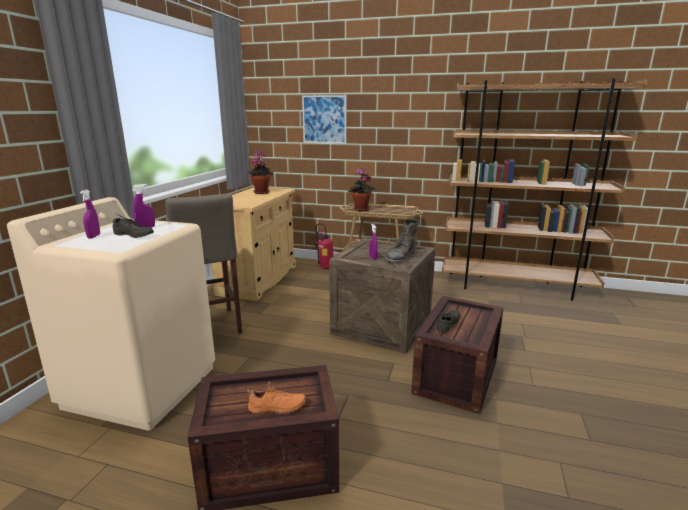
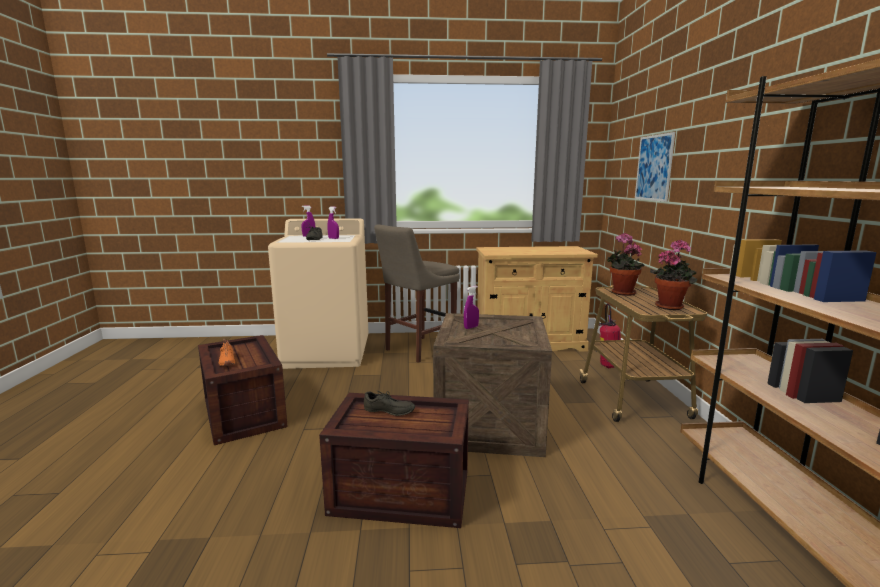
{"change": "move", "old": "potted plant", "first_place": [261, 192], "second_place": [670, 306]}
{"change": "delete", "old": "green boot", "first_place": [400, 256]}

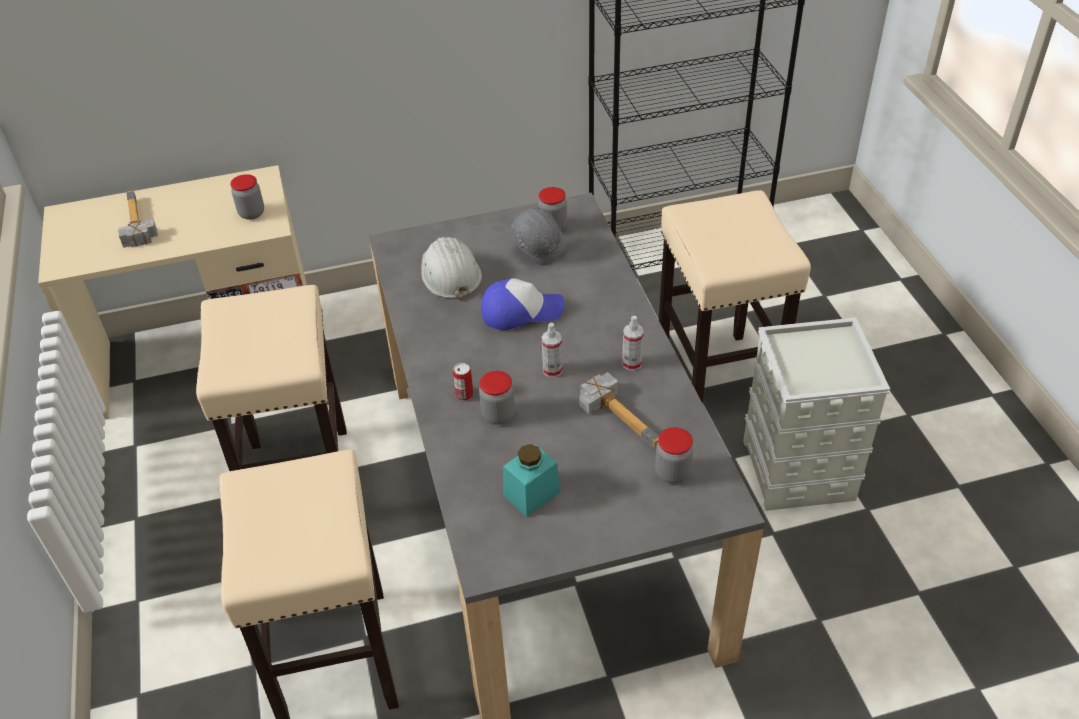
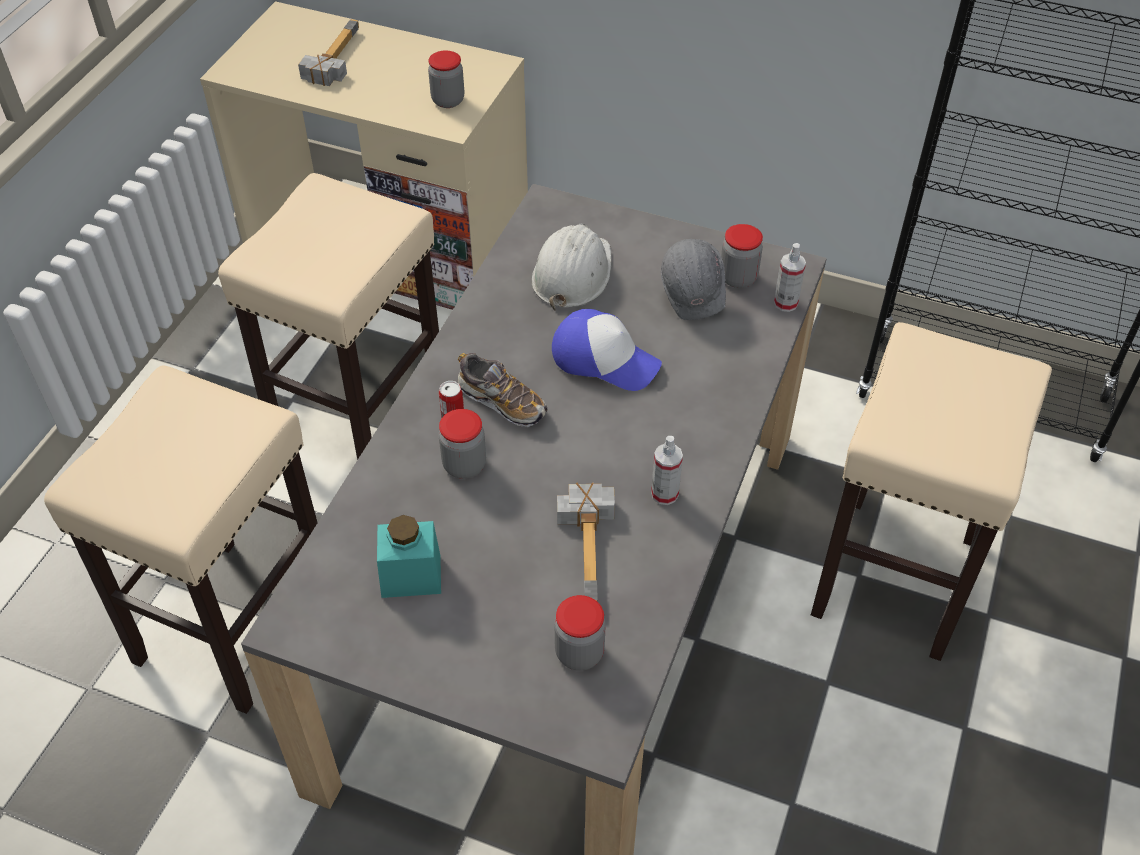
{"change": "delete", "old": "grey storage box", "first_place": [799, 471]}
{"change": "move", "old": "spray bottle", "first_place": [552, 370], "second_place": [785, 303]}
{"change": "insert", "new": "shoe", "second_place": [502, 402]}

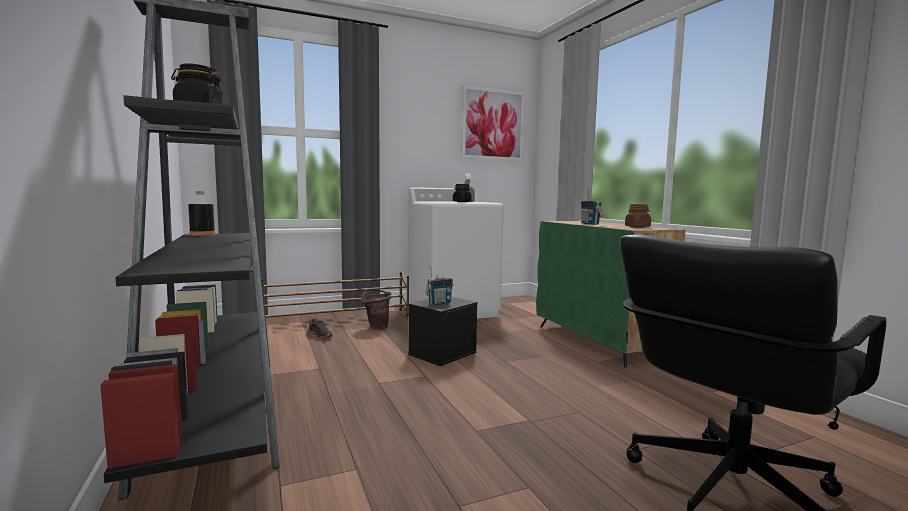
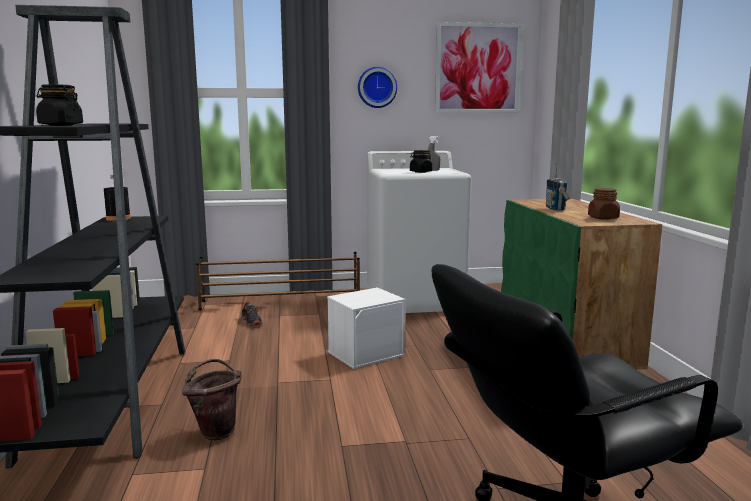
{"change": "delete", "old": "radio", "first_place": [439, 303]}
{"change": "move", "old": "brown bucket", "first_place": [376, 327], "second_place": [216, 431]}
{"change": "recolor", "old": "black storage box", "new": "white storage box", "first_place": [442, 353], "second_place": [366, 353]}
{"change": "insert", "new": "wall clock", "second_place": [377, 87]}

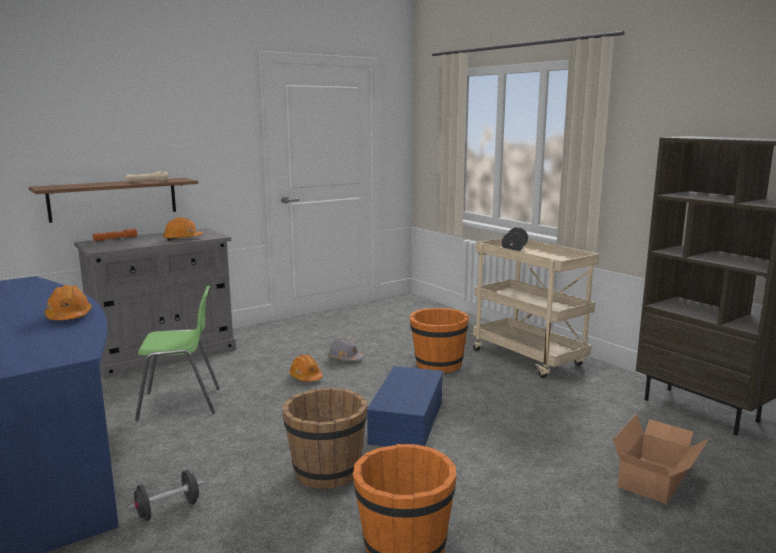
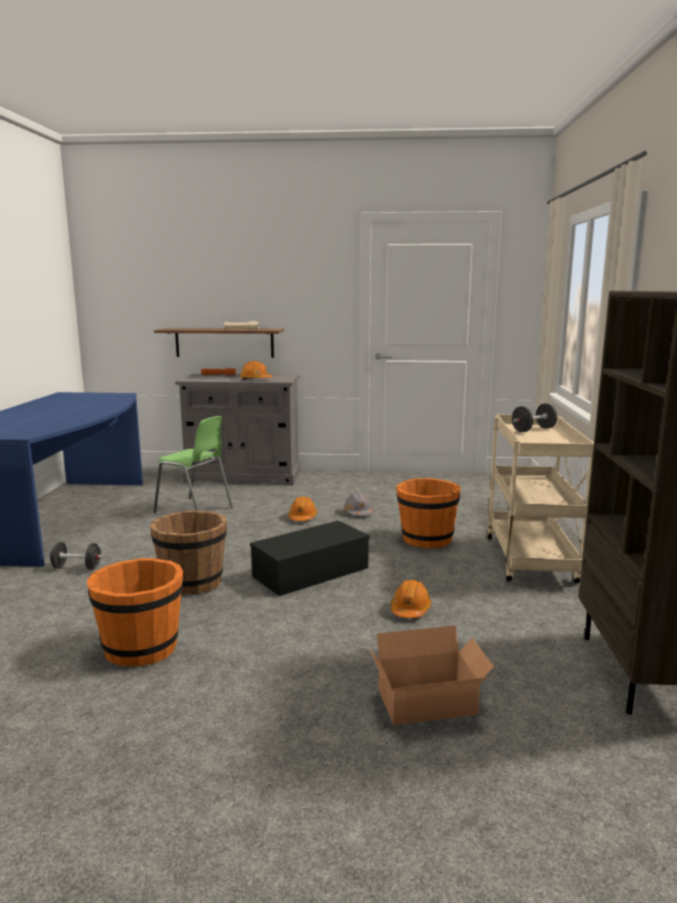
{"change": "move", "old": "orange hard hat", "first_place": [69, 316], "second_place": [410, 609]}
{"change": "recolor", "old": "blue storage box", "new": "black storage box", "first_place": [406, 420], "second_place": [311, 571]}

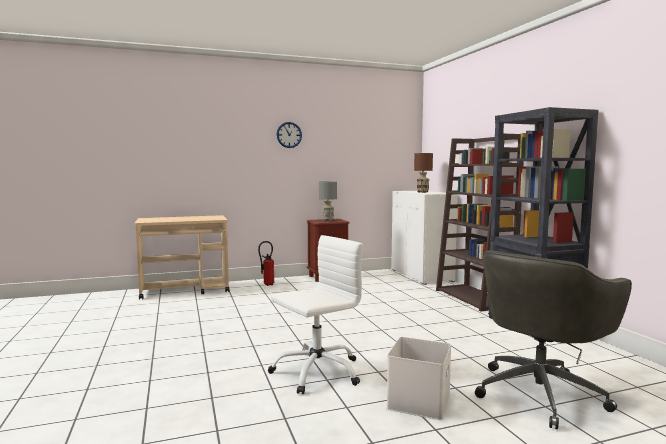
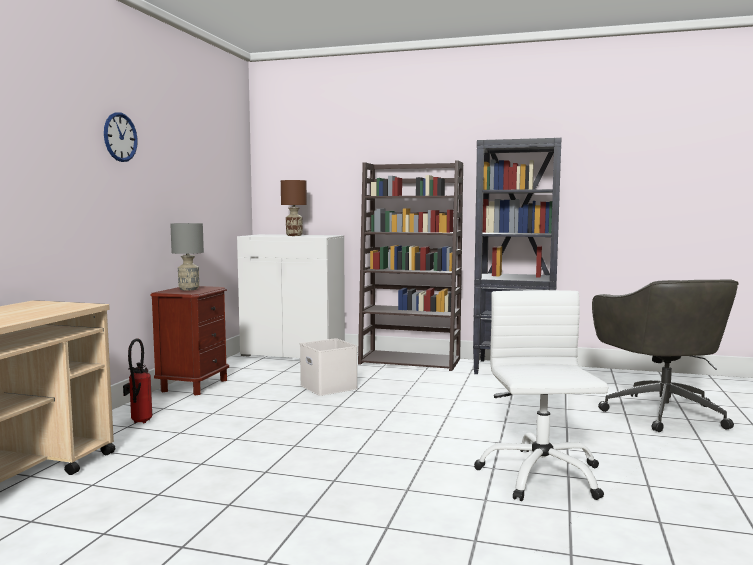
{"change": "move", "old": "white storage box", "first_place": [418, 400], "second_place": [327, 387]}

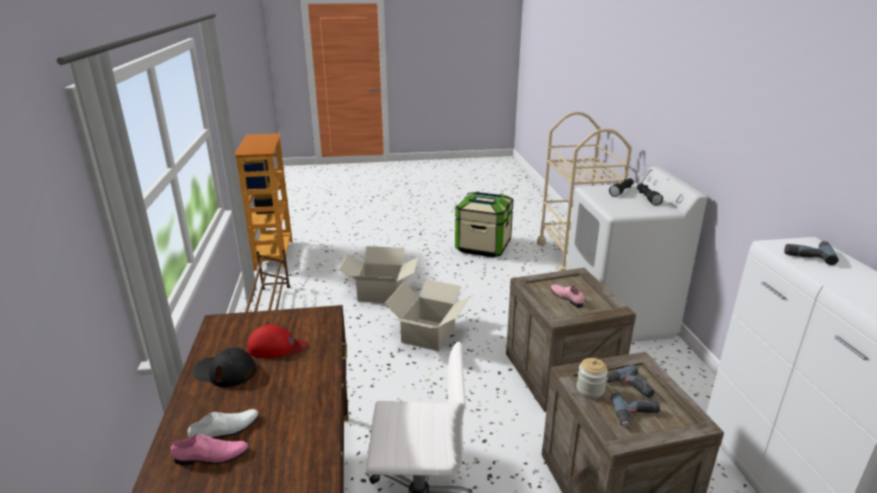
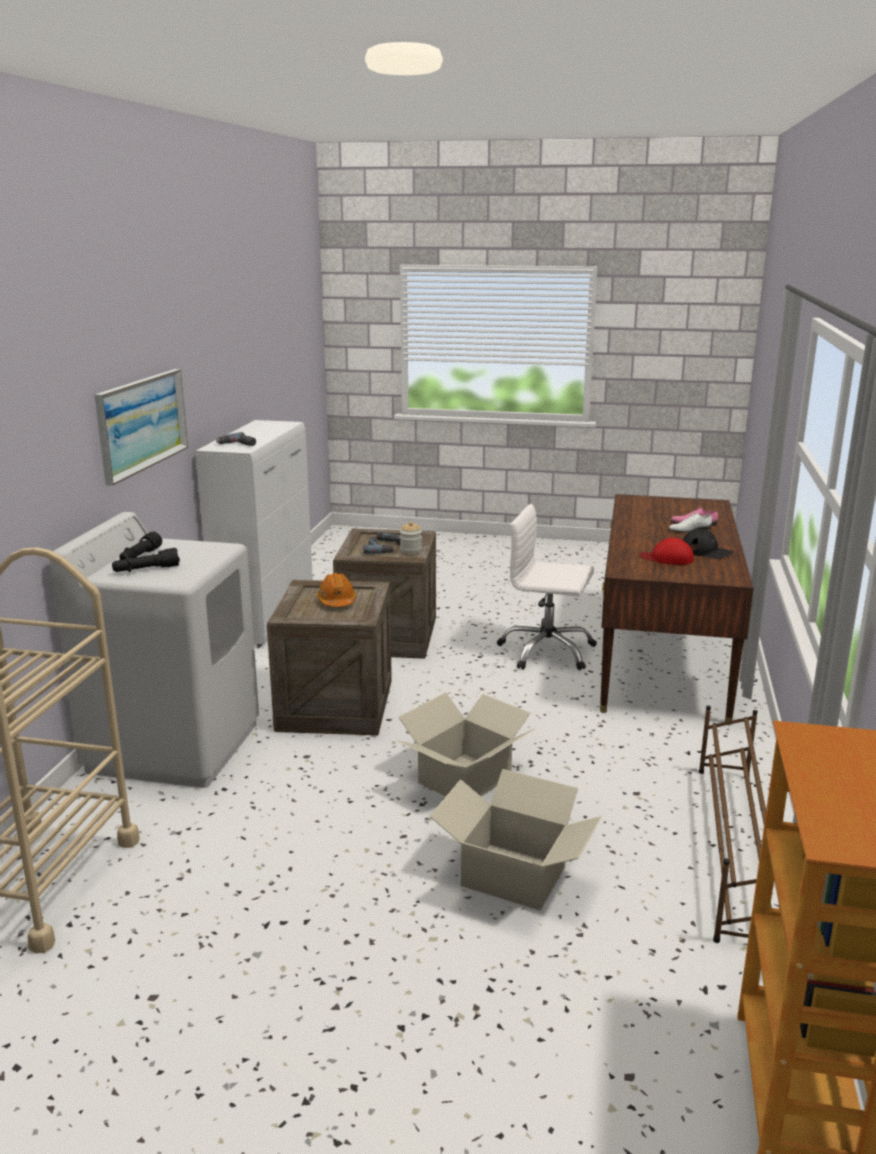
{"change": "delete", "old": "storage box", "first_place": [483, 246]}
{"change": "replace", "old": "pink shoe", "new": "orange hard hat", "first_place": [567, 297], "second_place": [336, 601]}
{"change": "insert", "new": "picture", "second_place": [142, 423]}

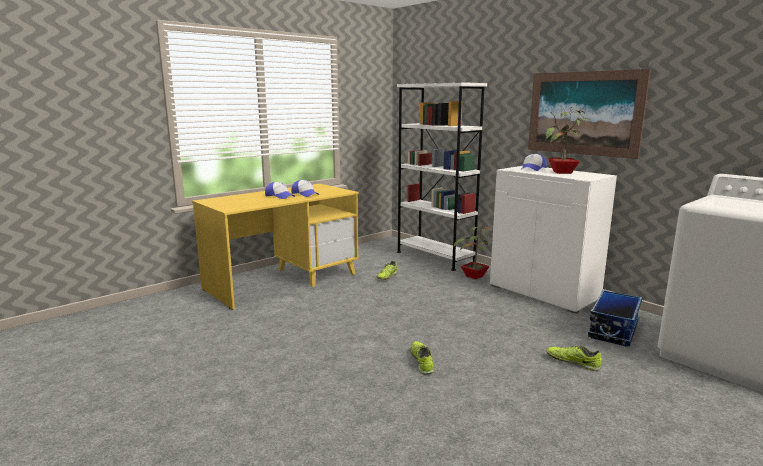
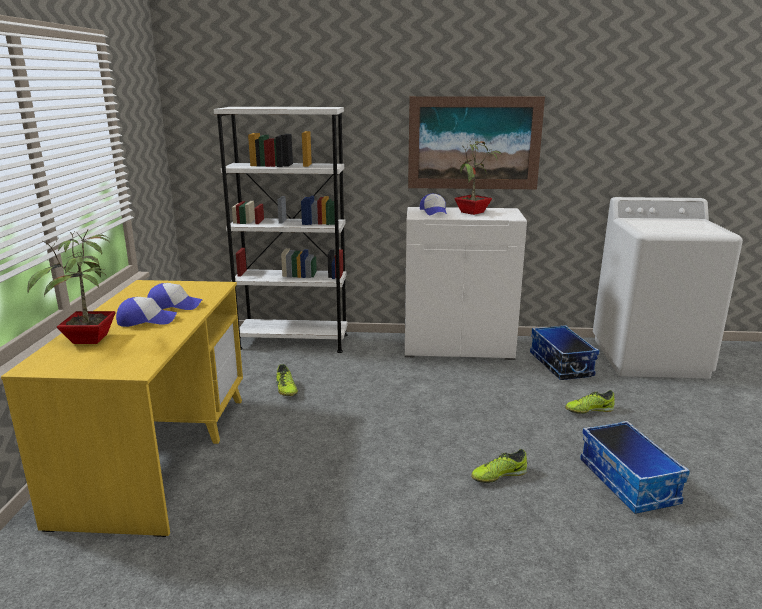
{"change": "move", "old": "potted plant", "first_place": [473, 277], "second_place": [89, 340]}
{"change": "rotate", "old": "shoe", "first_place": [422, 361], "second_place": [498, 475], "degrees": -60}
{"change": "insert", "new": "storage box", "second_place": [629, 482]}

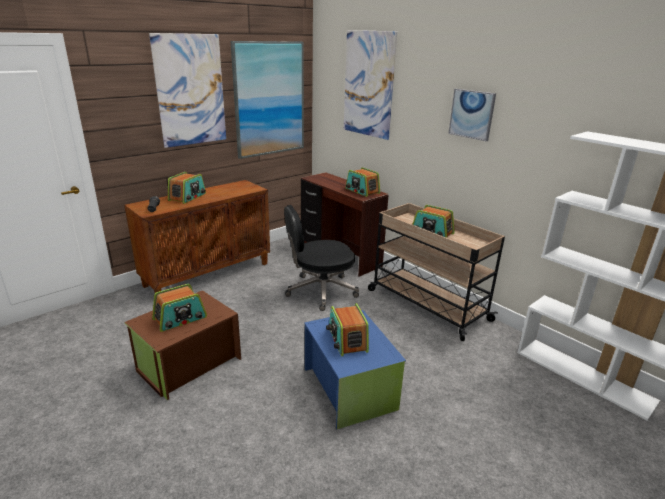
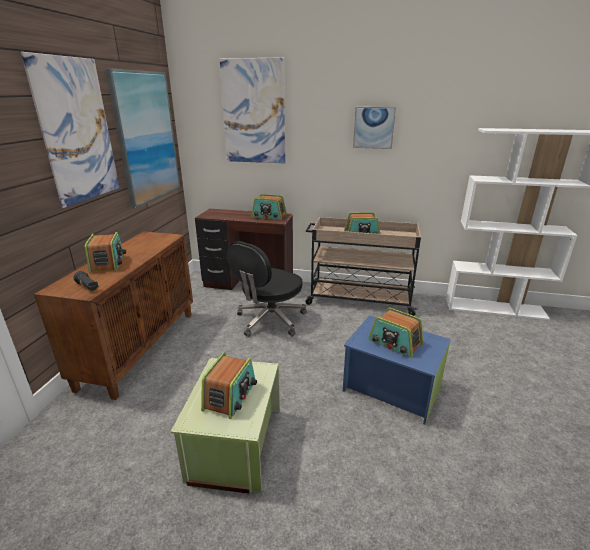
{"change": "recolor", "old": "brown storage box", "new": "green storage box", "first_place": [188, 363], "second_place": [234, 444]}

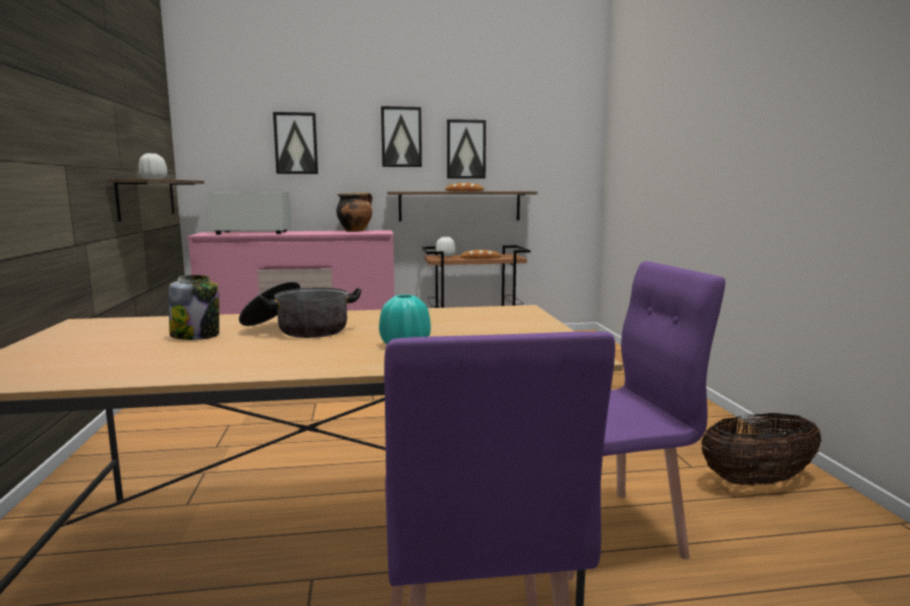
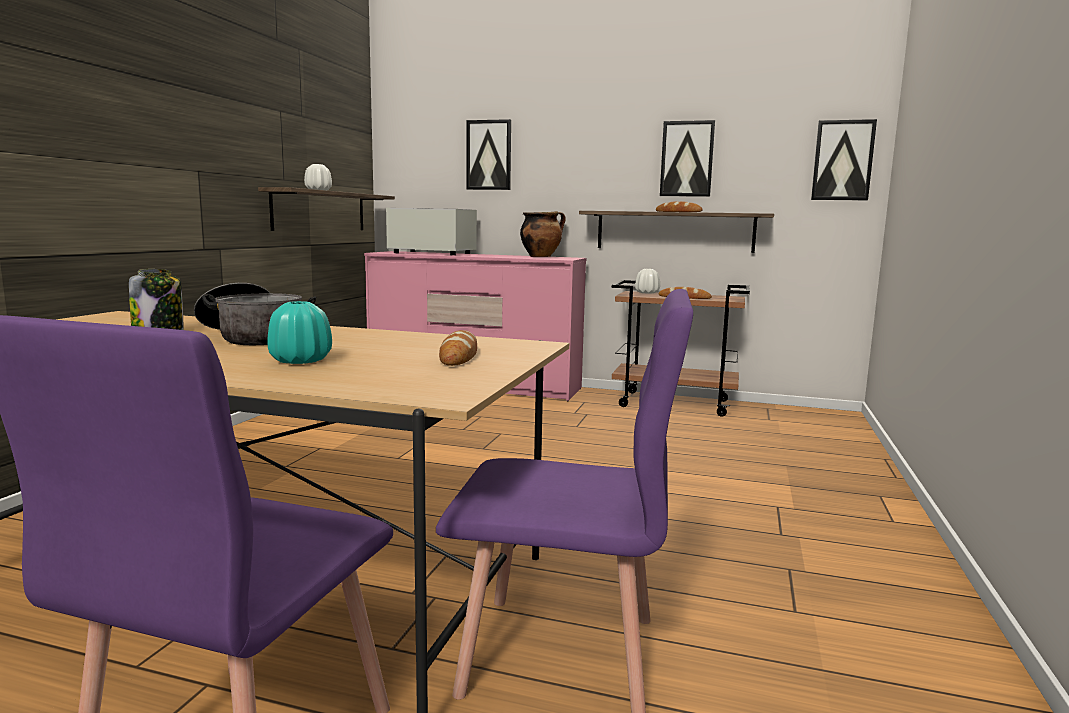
{"change": "move", "old": "picture", "first_place": [401, 137], "second_place": [842, 160]}
{"change": "delete", "old": "basket", "first_place": [757, 481]}
{"change": "insert", "new": "bread", "second_place": [458, 355]}

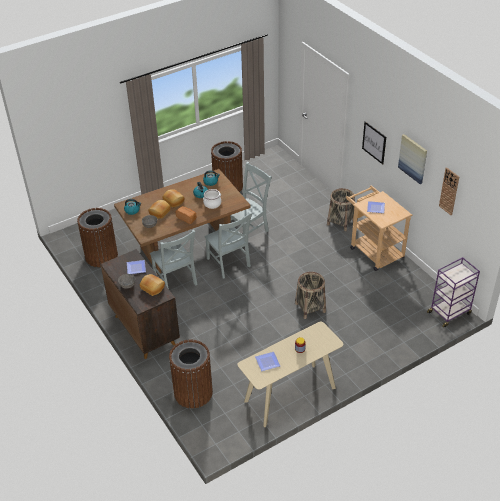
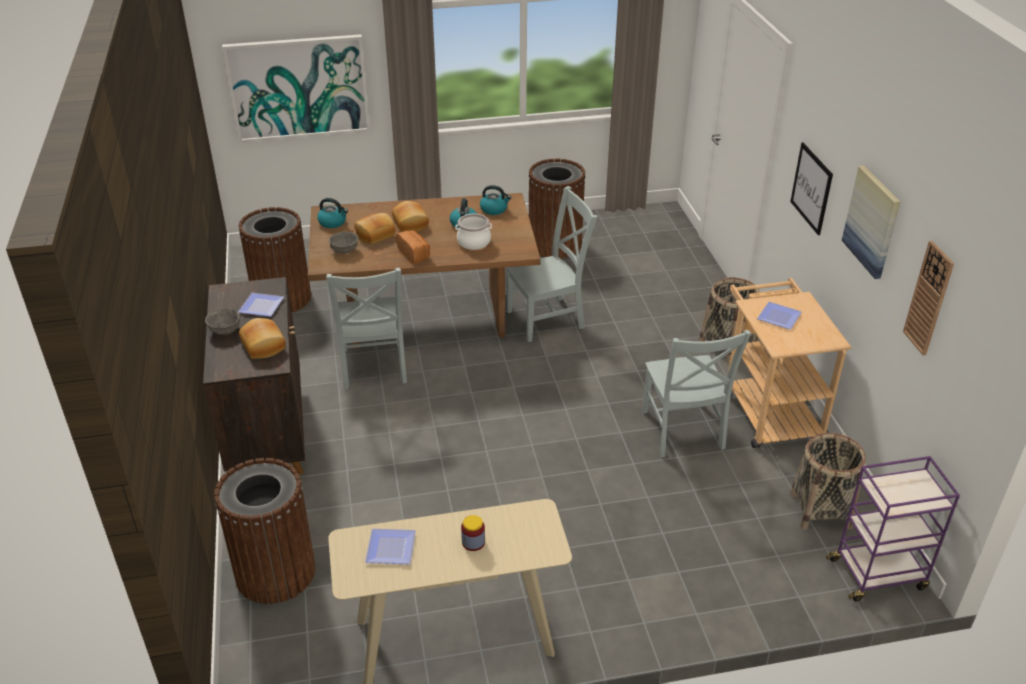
{"change": "move", "old": "grey chair", "first_place": [229, 264], "second_place": [683, 432]}
{"change": "move", "old": "basket", "first_place": [310, 307], "second_place": [820, 510]}
{"change": "insert", "new": "picture", "second_place": [299, 88]}

